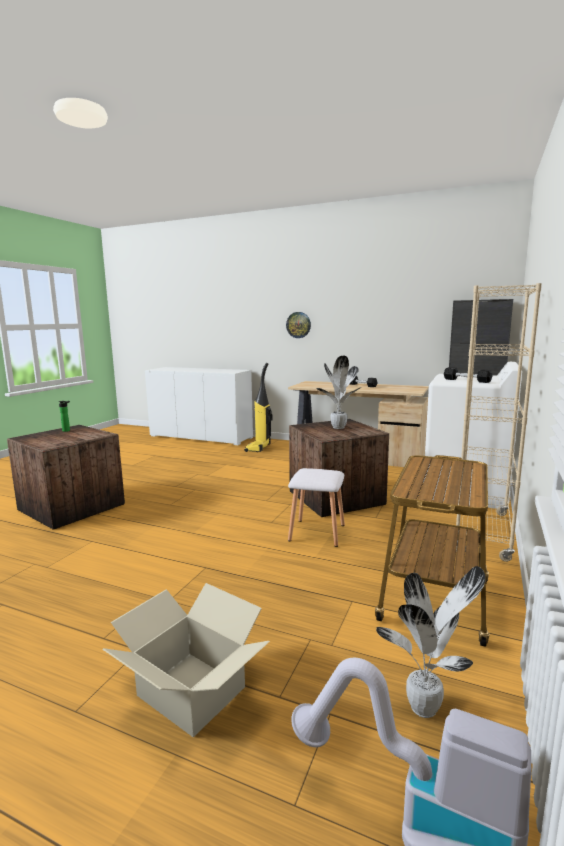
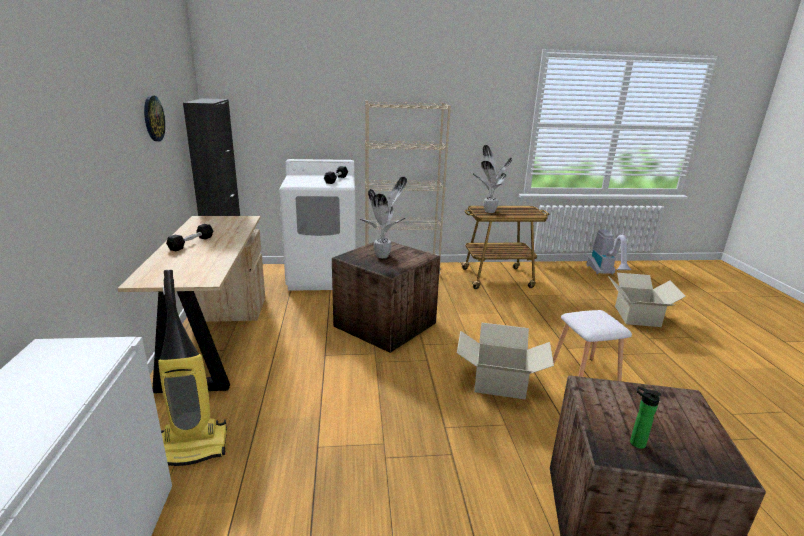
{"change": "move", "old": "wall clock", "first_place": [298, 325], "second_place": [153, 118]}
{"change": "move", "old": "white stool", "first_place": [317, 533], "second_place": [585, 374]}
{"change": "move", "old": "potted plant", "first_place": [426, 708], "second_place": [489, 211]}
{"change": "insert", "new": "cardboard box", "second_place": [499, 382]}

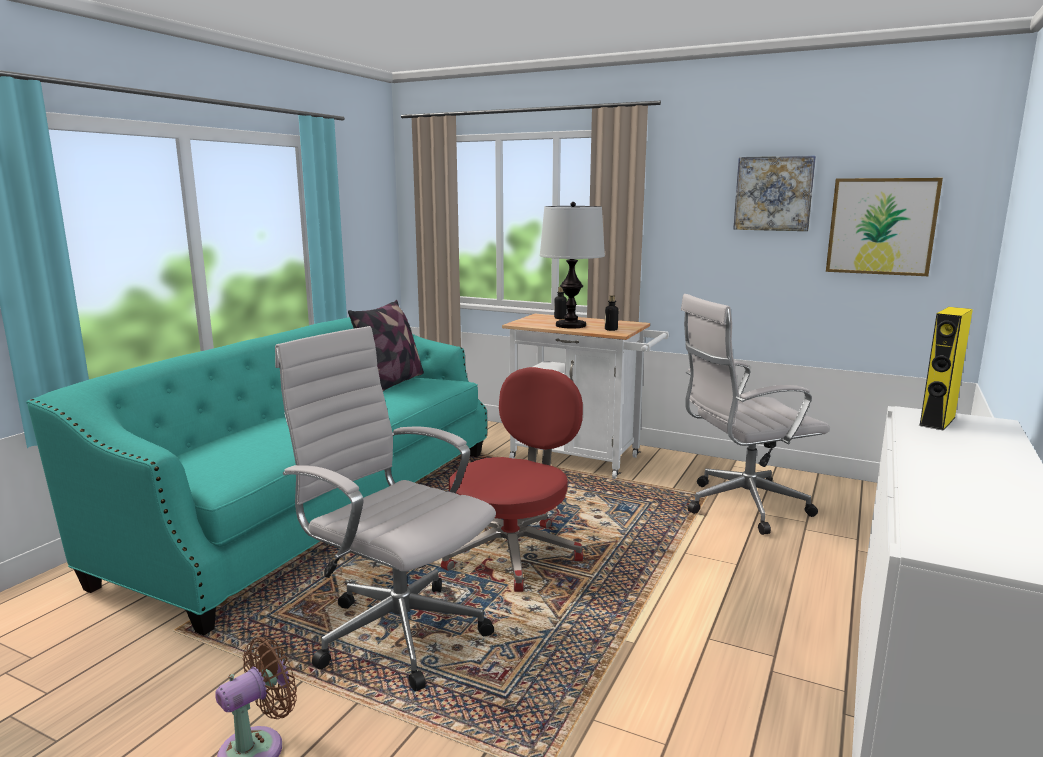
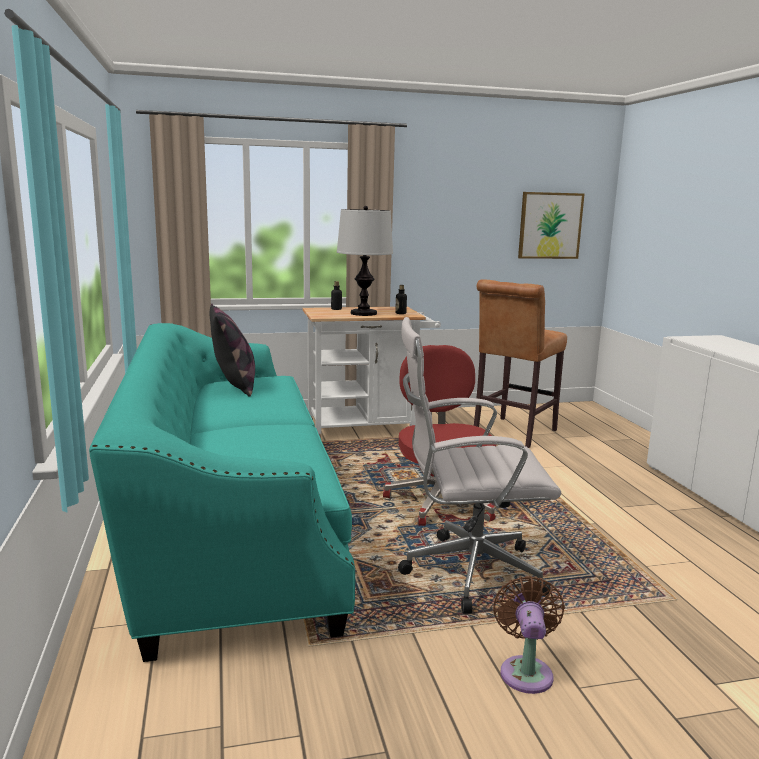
{"change": "delete", "old": "picture", "first_place": [773, 193]}
{"change": "replace", "old": "white office chair", "new": "brown stool", "first_place": [740, 506], "second_place": [512, 434]}
{"change": "delete", "old": "yellow speaker", "first_place": [937, 421]}

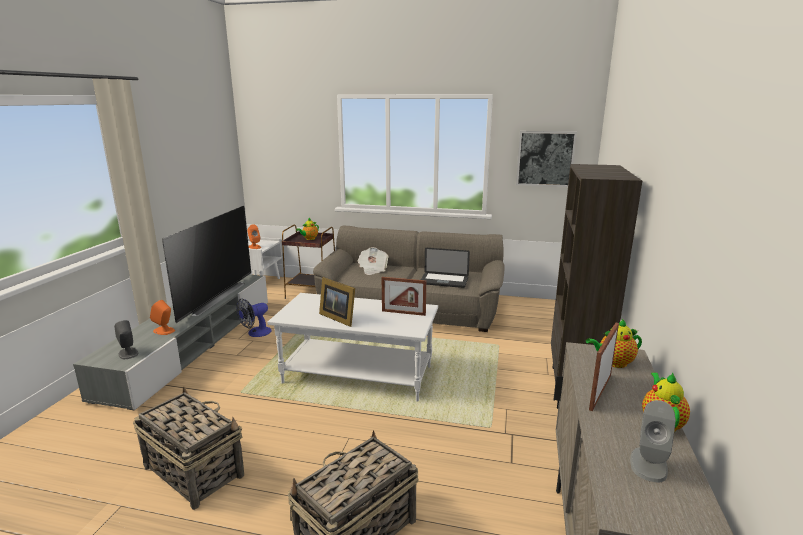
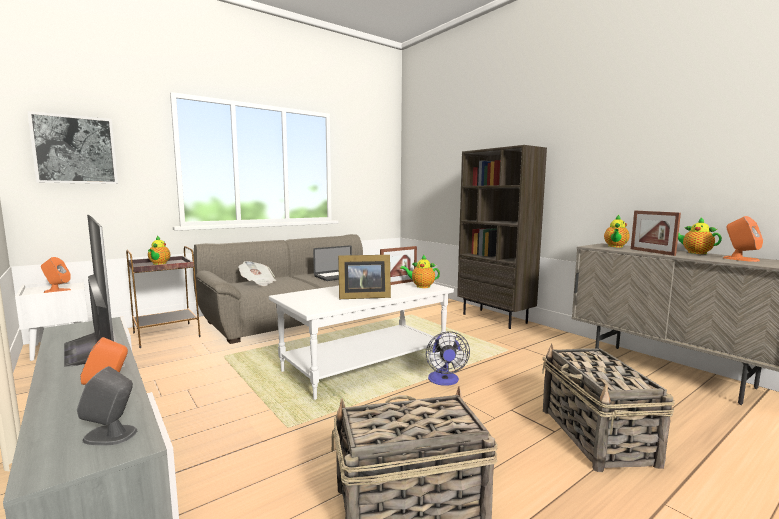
{"change": "move", "old": "picture", "first_place": [545, 158], "second_place": [75, 150]}
{"change": "move", "old": "fan", "first_place": [255, 333], "second_place": [444, 381]}
{"change": "recolor", "old": "grey speaker", "new": "orange speaker", "first_place": [648, 464], "second_place": [740, 259]}
{"change": "insert", "new": "teapot", "second_place": [421, 286]}

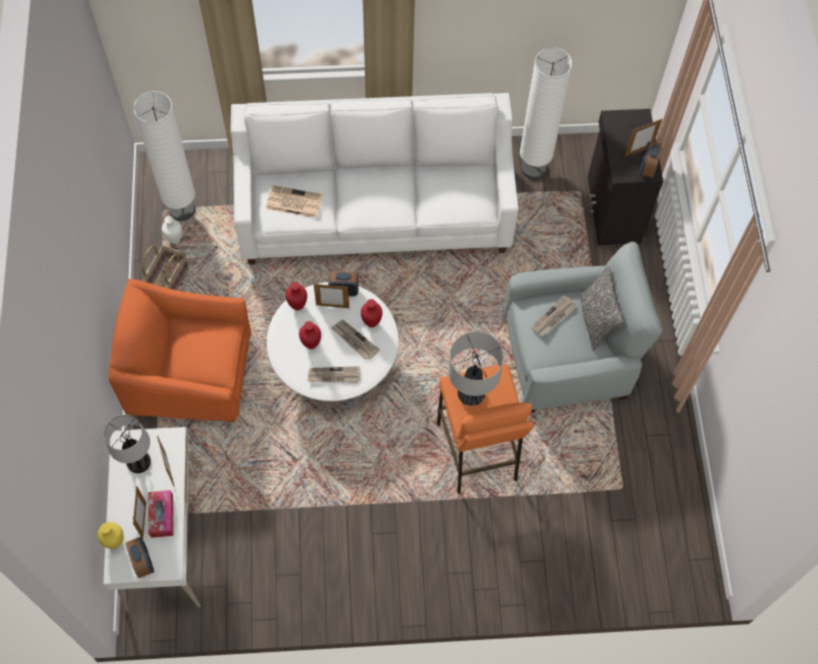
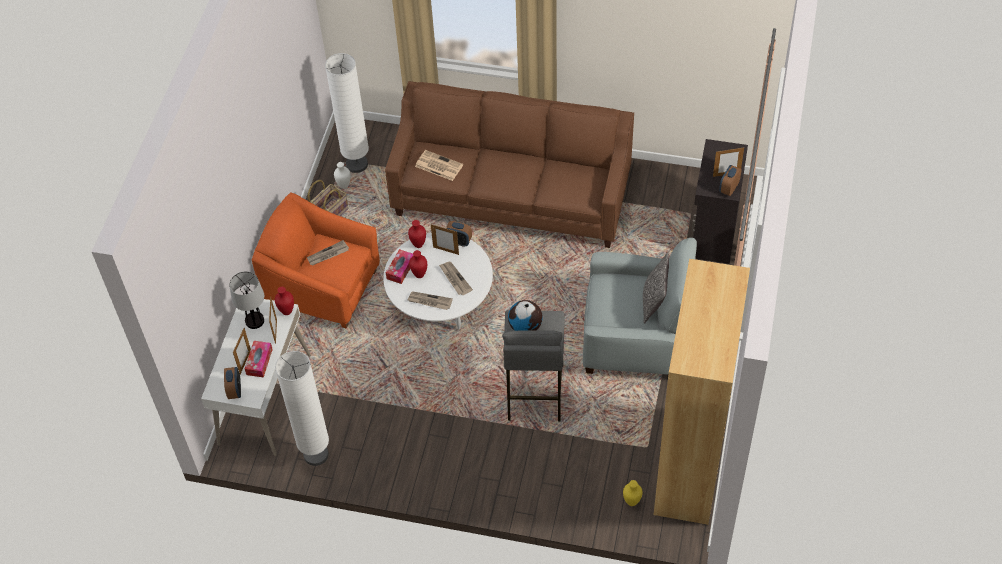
{"change": "move", "old": "white floor lamp", "first_place": [533, 168], "second_place": [316, 454]}
{"change": "recolor", "old": "white sofa", "new": "brown sofa", "first_place": [375, 211], "second_place": [512, 196]}
{"change": "move", "old": "newspaper", "first_place": [553, 317], "second_place": [328, 254]}
{"change": "move", "old": "red vase", "first_place": [372, 323], "second_place": [287, 312]}
{"change": "replace", "old": "table lamp", "new": "globe", "first_place": [471, 395], "second_place": [525, 327]}
{"change": "recolor", "old": "orange stool", "new": "grey stool", "first_place": [476, 452], "second_place": [534, 393]}
{"change": "move", "old": "yellow vase", "first_place": [116, 543], "second_place": [632, 503]}
{"change": "insert", "new": "tissue box", "second_place": [400, 269]}
{"change": "insert", "new": "brown bookcase", "second_place": [689, 466]}

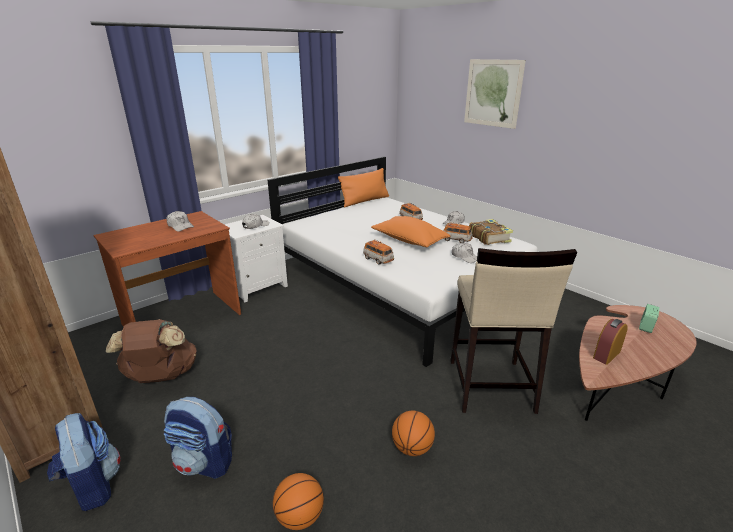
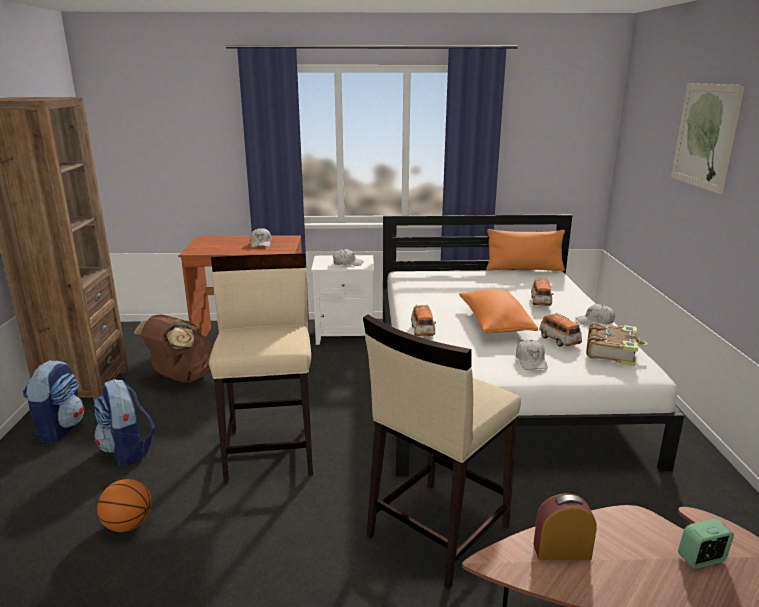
{"change": "delete", "old": "basketball", "first_place": [412, 448]}
{"change": "insert", "new": "beige stool", "second_place": [271, 450]}

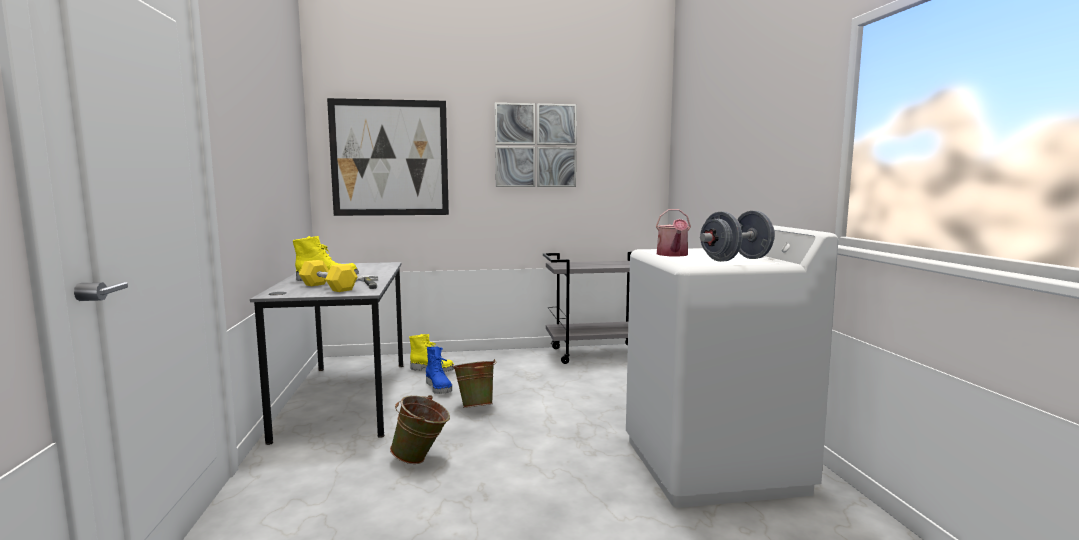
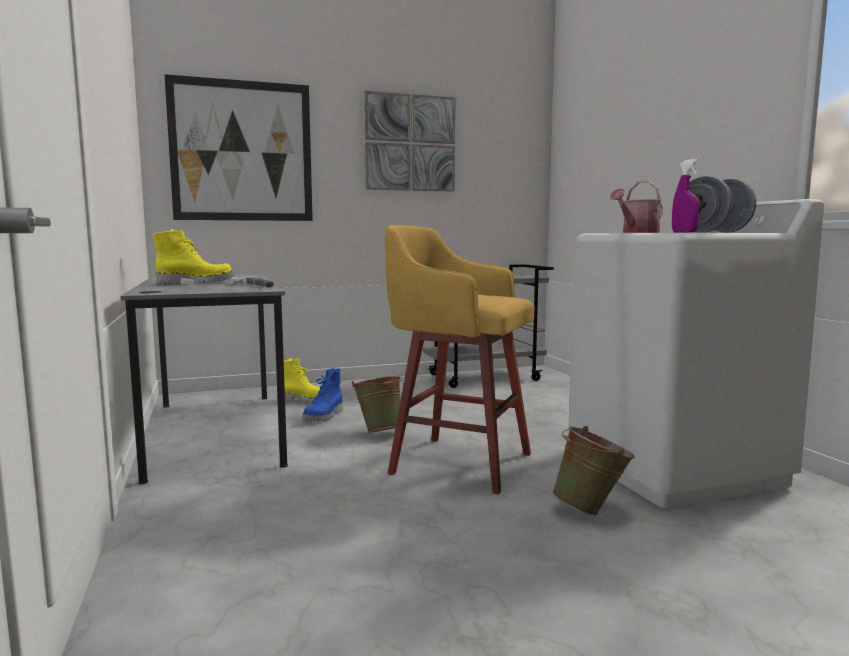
{"change": "rotate", "old": "watering can", "first_place": [673, 255], "second_place": [637, 232], "degrees": 60}
{"change": "delete", "old": "yellow dumbbell", "first_place": [328, 287]}
{"change": "rotate", "old": "blue boot", "first_place": [439, 388], "second_place": [324, 416], "degrees": 60}
{"change": "move", "old": "green bucket", "first_place": [421, 459], "second_place": [592, 510]}
{"change": "insert", "new": "purple spray bottle", "second_place": [684, 232]}
{"change": "insert", "new": "yellow stool", "second_place": [457, 462]}

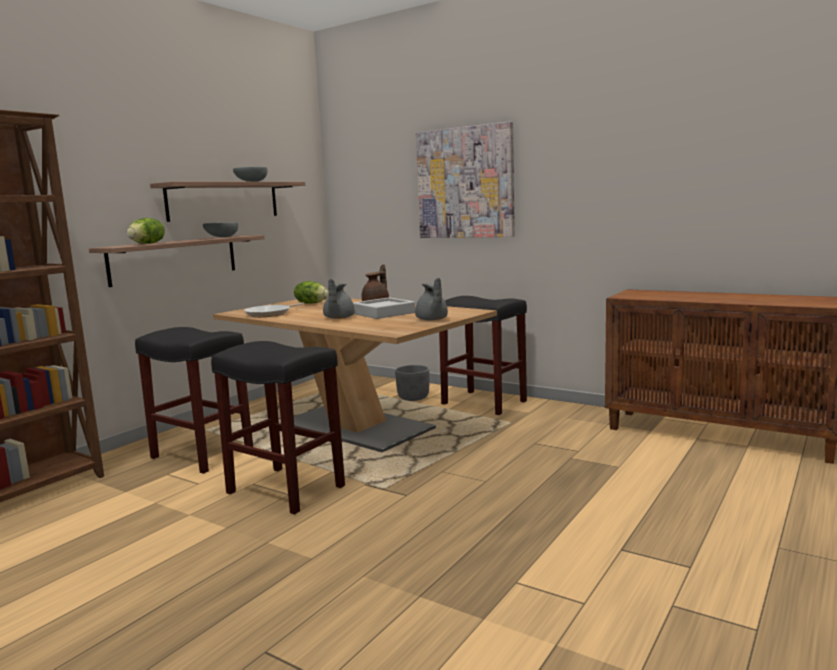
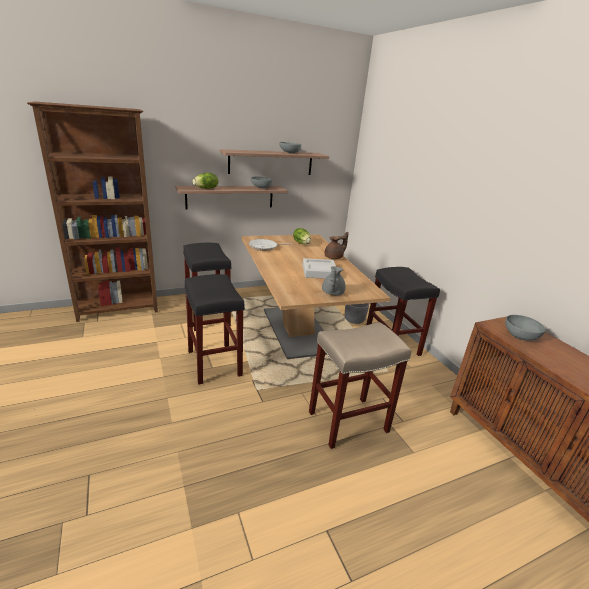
{"change": "delete", "old": "picture", "first_place": [465, 183]}
{"change": "delete", "old": "grey teapot", "first_place": [338, 318]}
{"change": "insert", "new": "grey bowl", "second_place": [520, 335]}
{"change": "insert", "new": "beige stool", "second_place": [347, 422]}

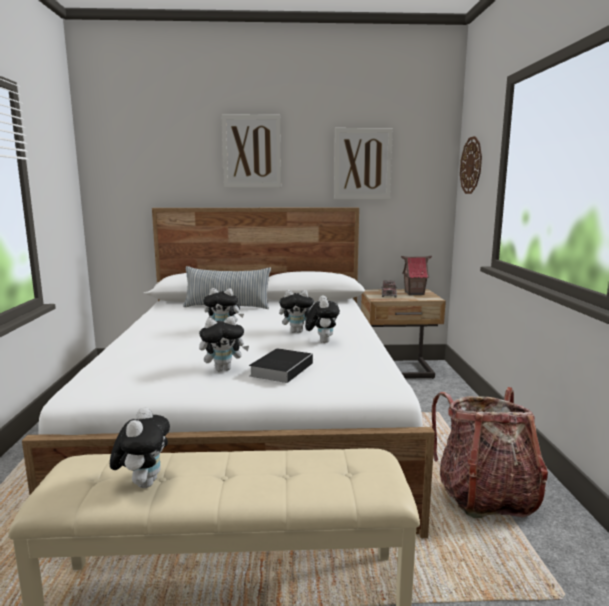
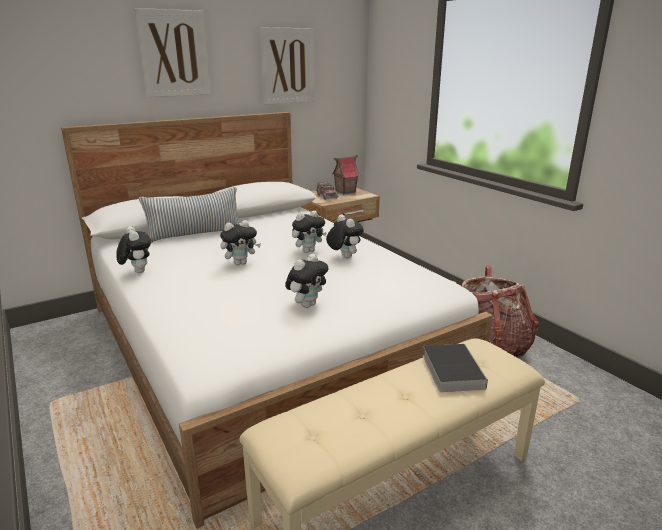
{"change": "delete", "old": "wall clock", "first_place": [471, 165]}
{"change": "move", "old": "book", "first_place": [282, 368], "second_place": [451, 370]}
{"change": "move", "old": "plush toy", "first_place": [144, 483], "second_place": [137, 271]}

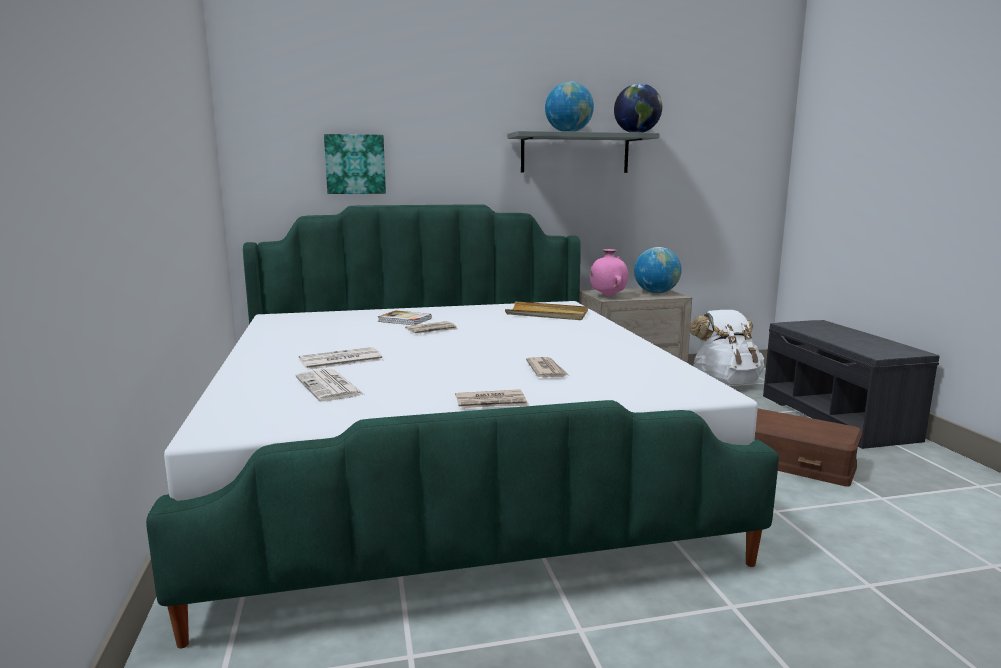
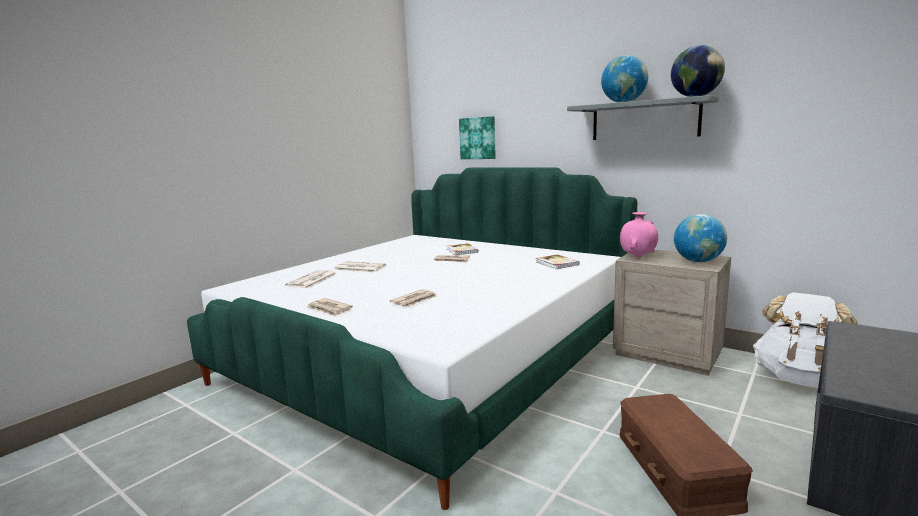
{"change": "replace", "old": "beige tray", "new": "book", "first_place": [547, 314], "second_place": [556, 263]}

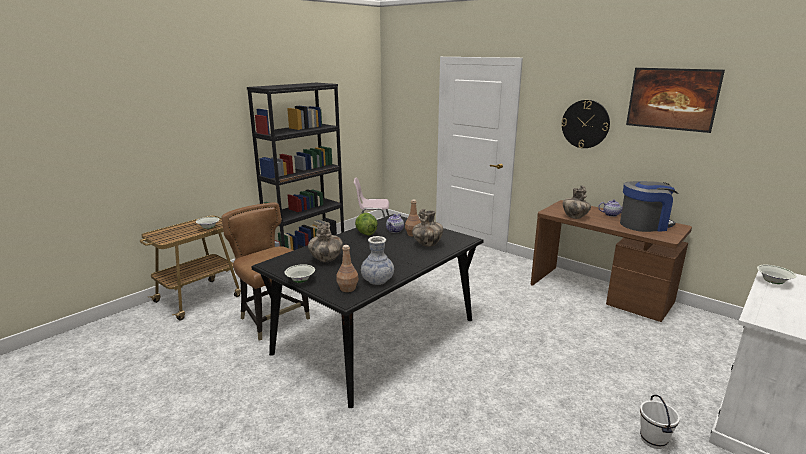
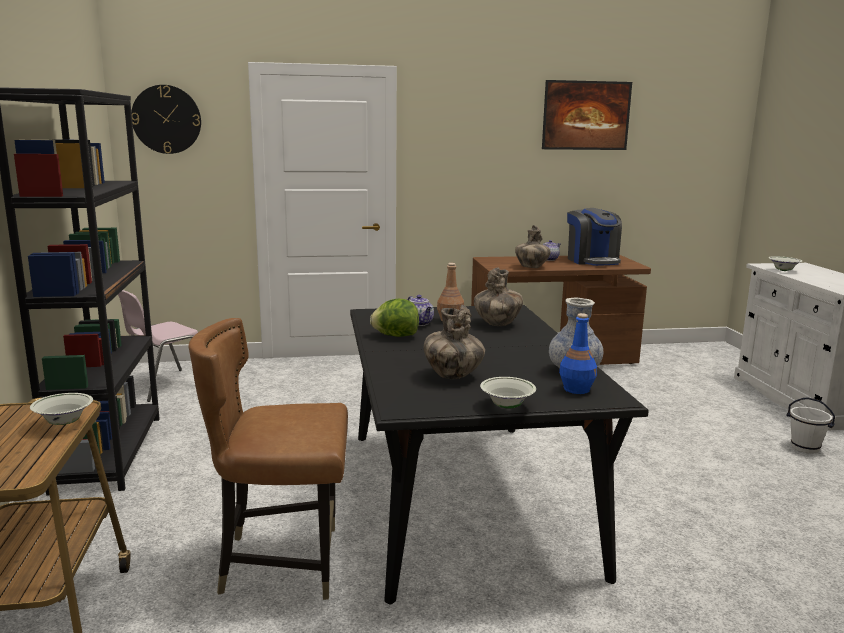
{"change": "move", "old": "wall clock", "first_place": [585, 124], "second_place": [166, 119]}
{"change": "rotate", "old": "coffee machine", "first_place": [644, 225], "second_place": [592, 261], "degrees": 135}
{"change": "recolor", "old": "brown bottle", "new": "blue bottle", "first_place": [348, 288], "second_place": [576, 389]}

